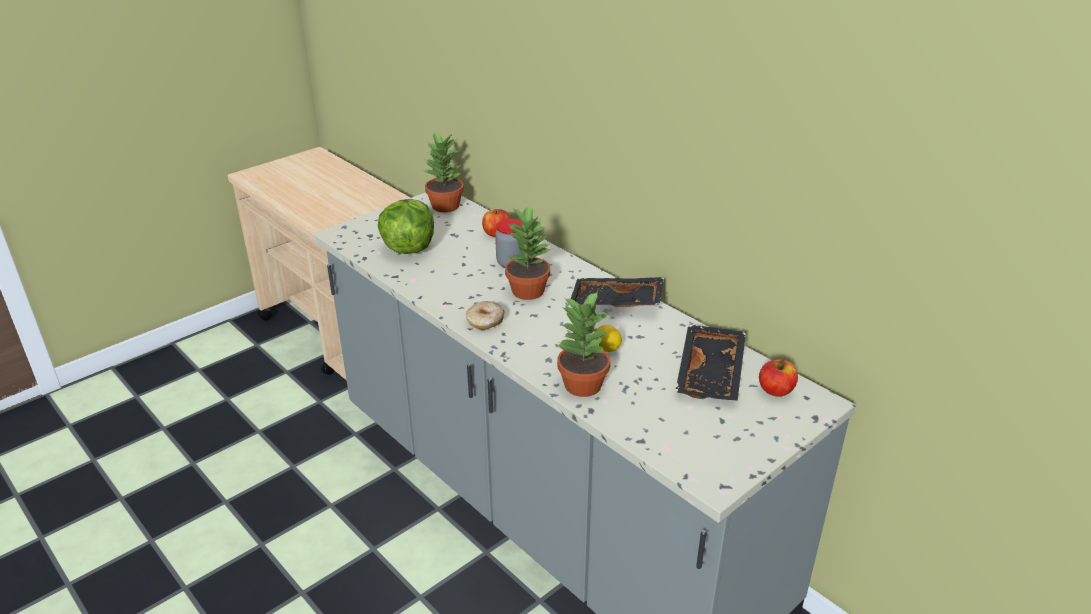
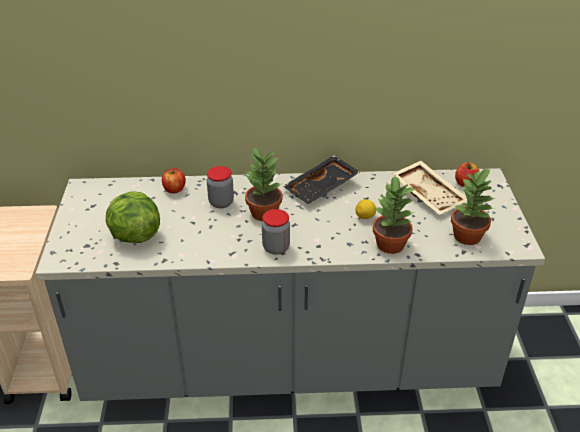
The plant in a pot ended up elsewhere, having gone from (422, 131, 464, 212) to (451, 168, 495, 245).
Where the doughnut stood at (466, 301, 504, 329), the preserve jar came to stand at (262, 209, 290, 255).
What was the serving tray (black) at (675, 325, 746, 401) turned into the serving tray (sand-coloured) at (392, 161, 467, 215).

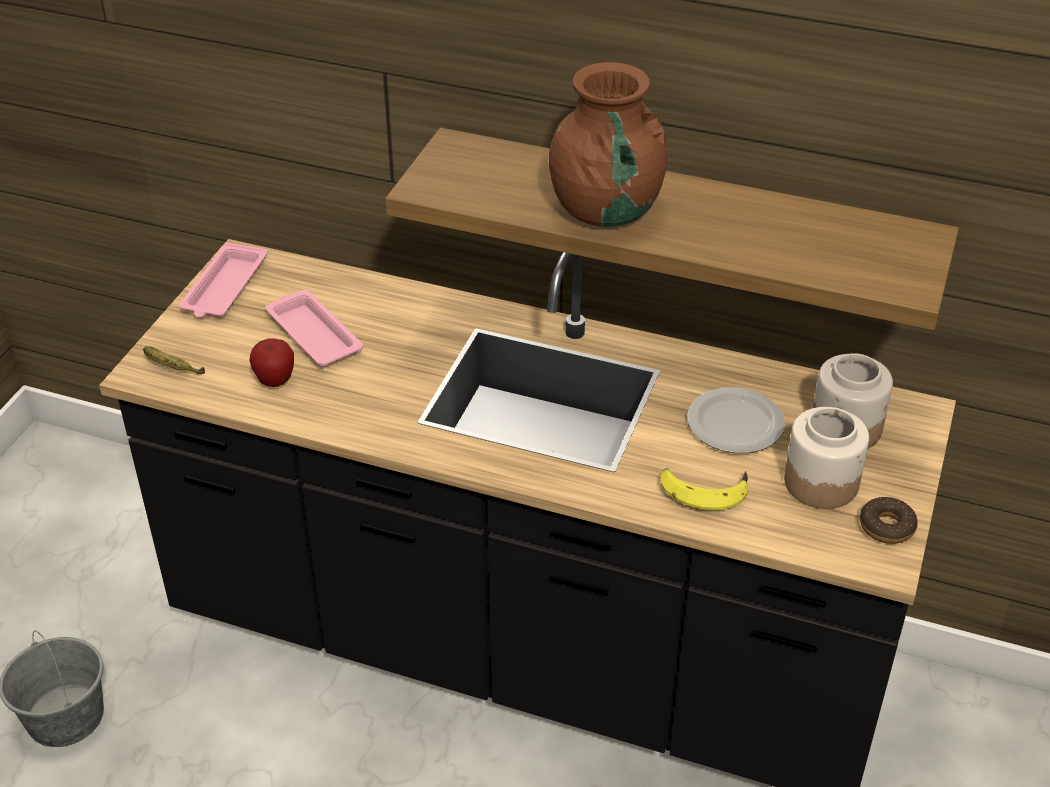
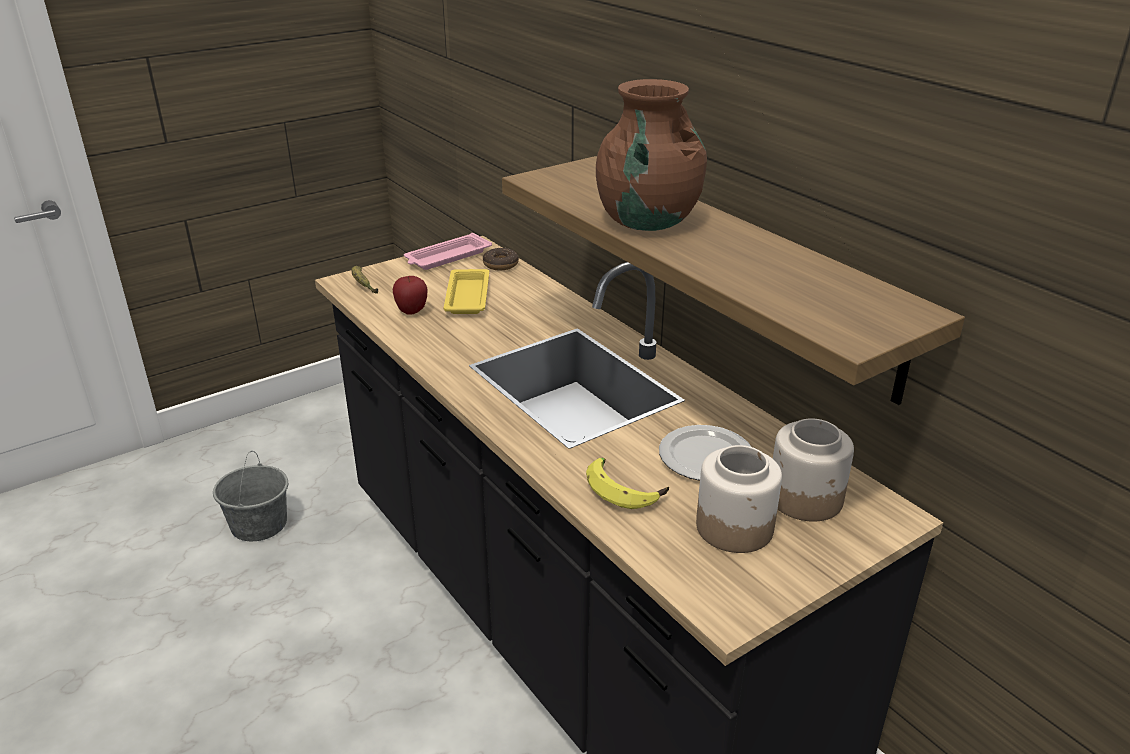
What was the serving tray (pink-coloured) at (265, 290, 364, 366) turned into the serving tray (yellow-coloured) at (443, 269, 489, 314).
The doughnut ended up elsewhere, having gone from (860, 497, 918, 544) to (483, 248, 519, 270).

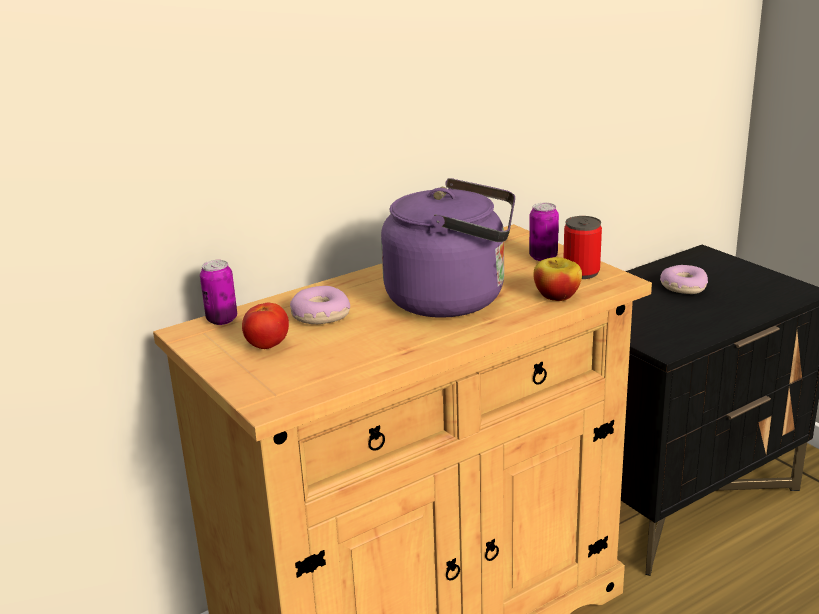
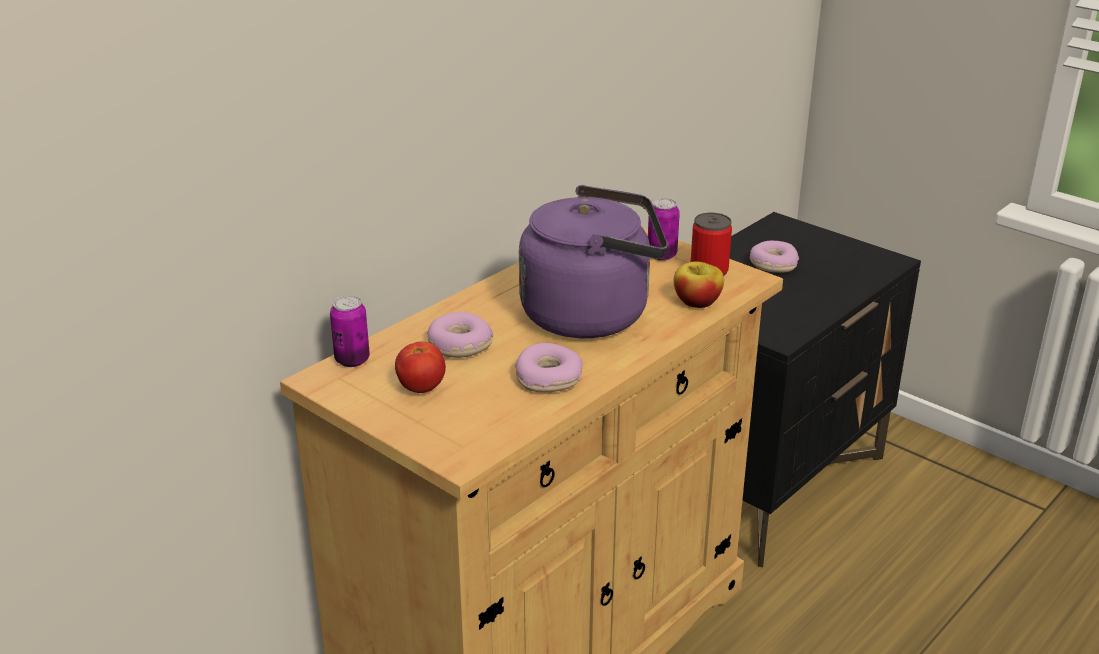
The second view gained the doughnut at (515, 343, 583, 392).

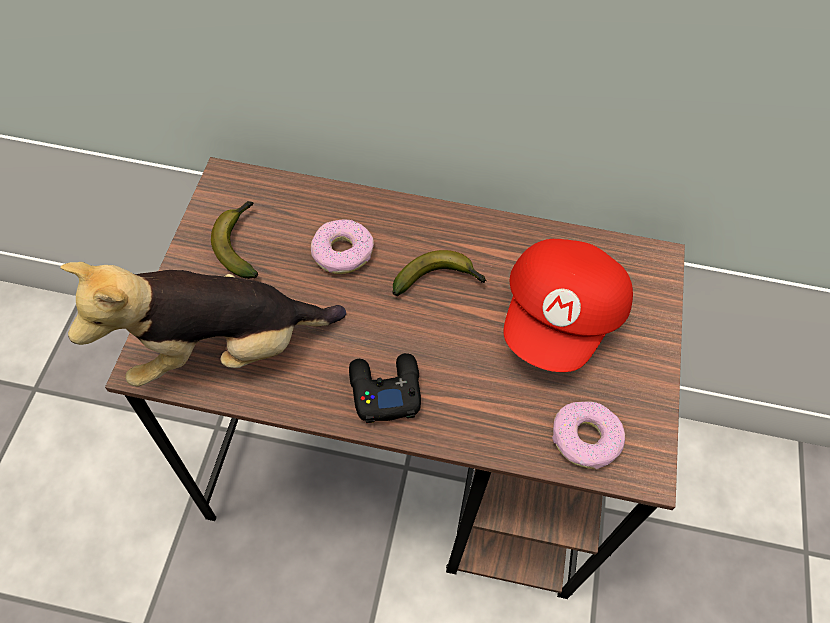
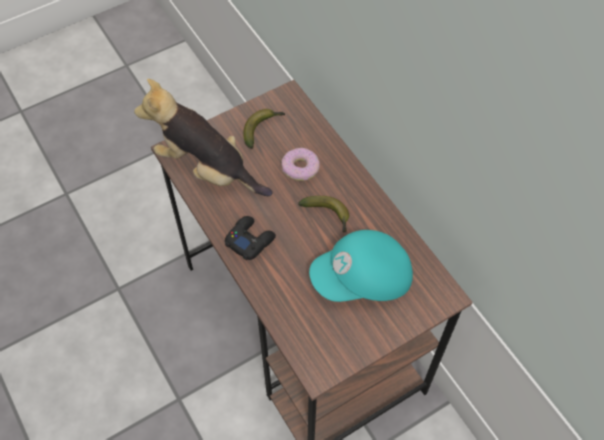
What was the peaked cap (reddish) at (504, 239, 633, 372) turned into the peaked cap (turquoise) at (309, 230, 413, 302).
The second view lost the doughnut at (552, 401, 625, 469).

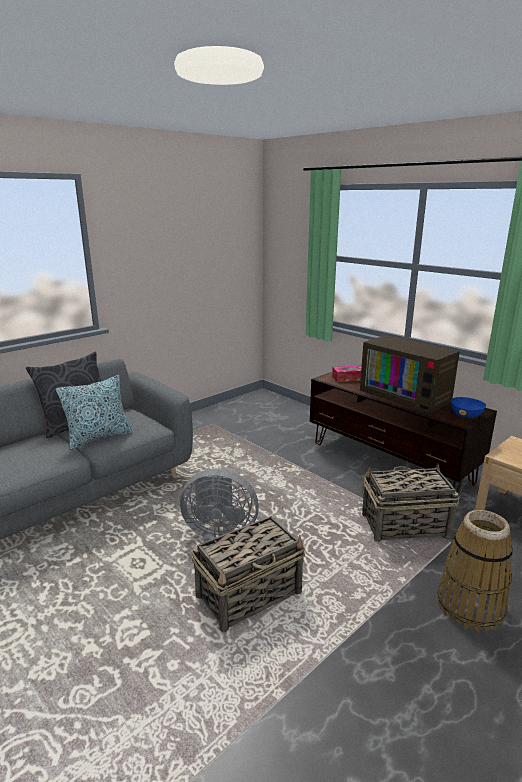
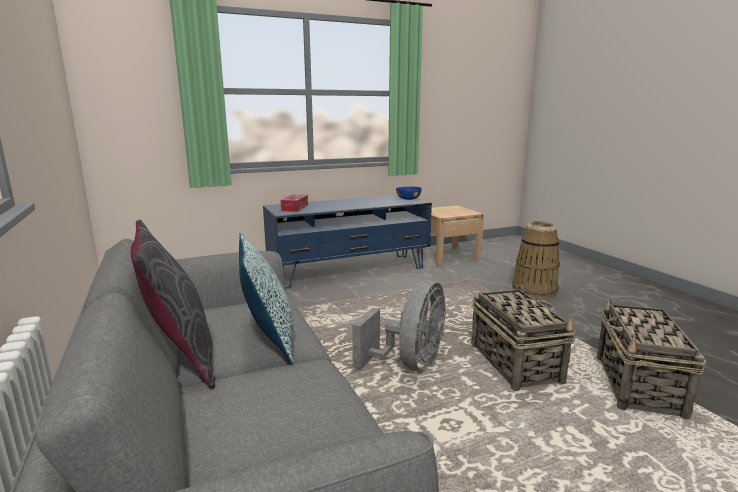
The second view lost the TV at (360, 335, 460, 414).
What was the tv stand (brown) at (310, 372, 497, 493) turned into the tv stand (blue-coloured) at (263, 195, 432, 289).
The basket ended up elsewhere, having gone from (362, 464, 460, 542) to (597, 298, 706, 419).

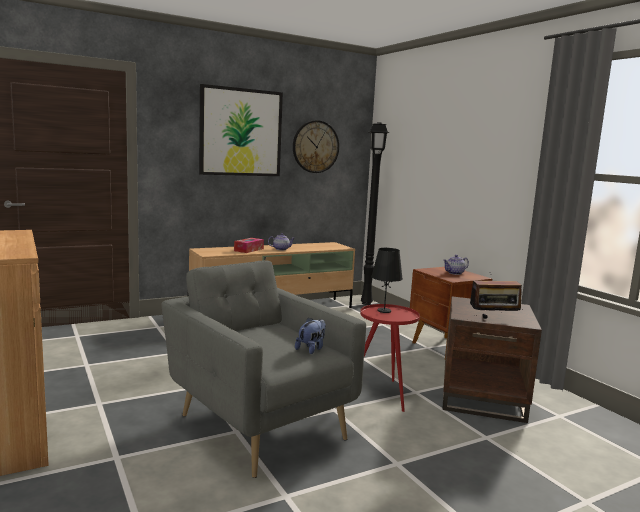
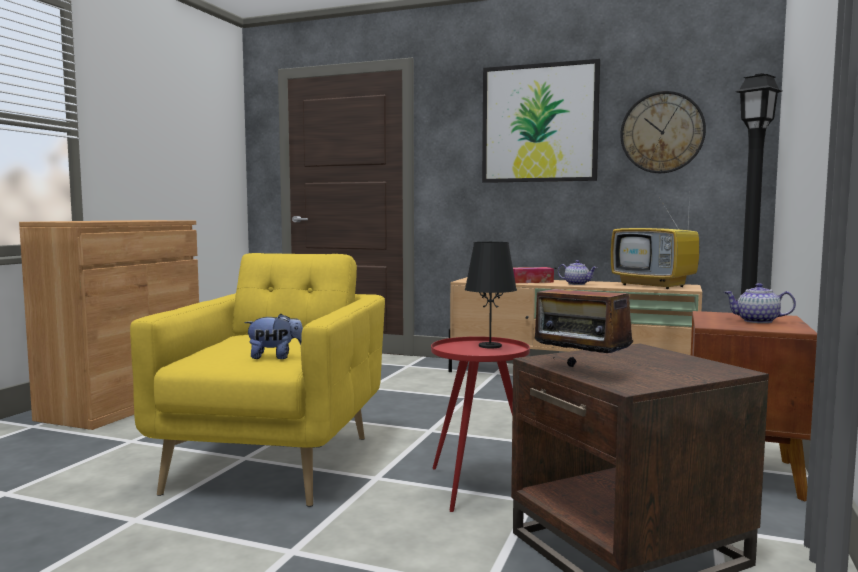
What was the lounge chair (greyish) at (161, 260, 366, 478) turned into the lounge chair (yellow-coloured) at (130, 253, 385, 507).
The second view gained the TV at (611, 194, 699, 289).

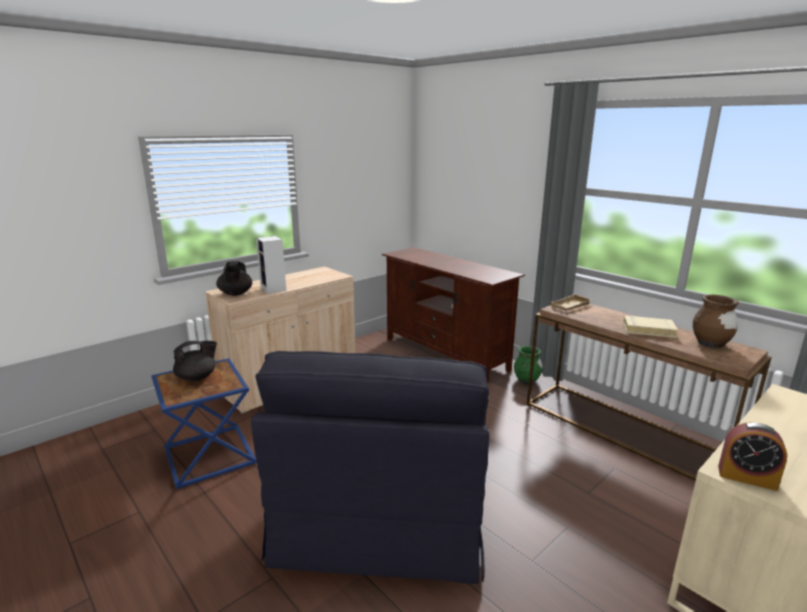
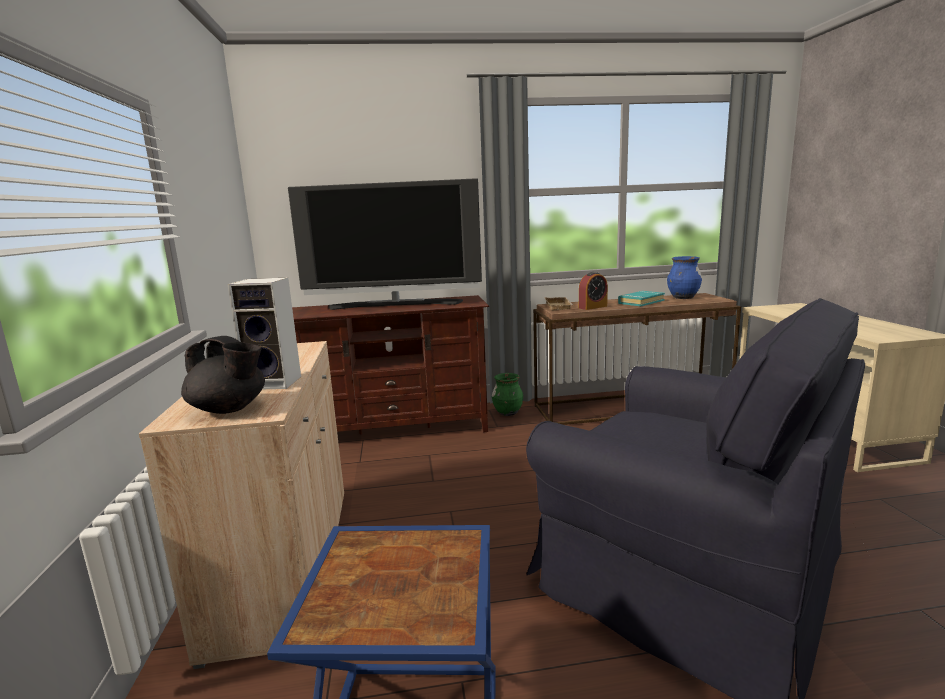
What was the flower vase (brown) at (693, 295, 739, 348) turned into the flower vase (blue-coloured) at (667, 256, 702, 299).
What was the volume (sand-coloured) at (623, 315, 678, 338) turned into the volume (turquoise) at (618, 291, 665, 306).
The second view lost the pot for tea (black) at (173, 341, 217, 382).
The alarm clock ended up elsewhere, having gone from (718, 422, 787, 491) to (579, 272, 608, 310).
The second view gained the TV at (288, 178, 482, 310).

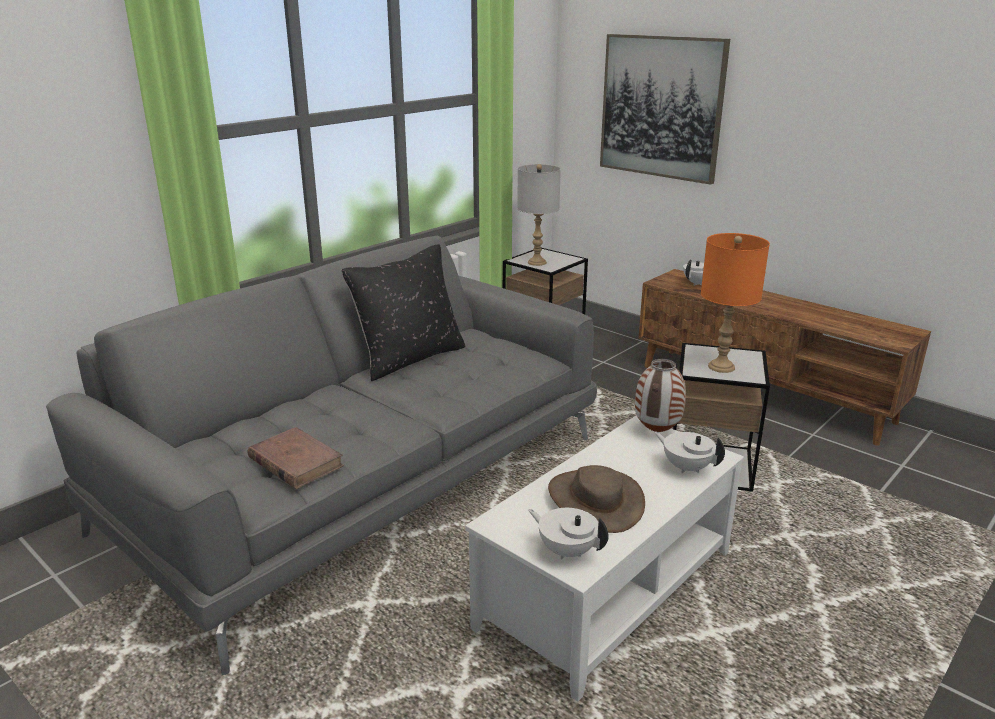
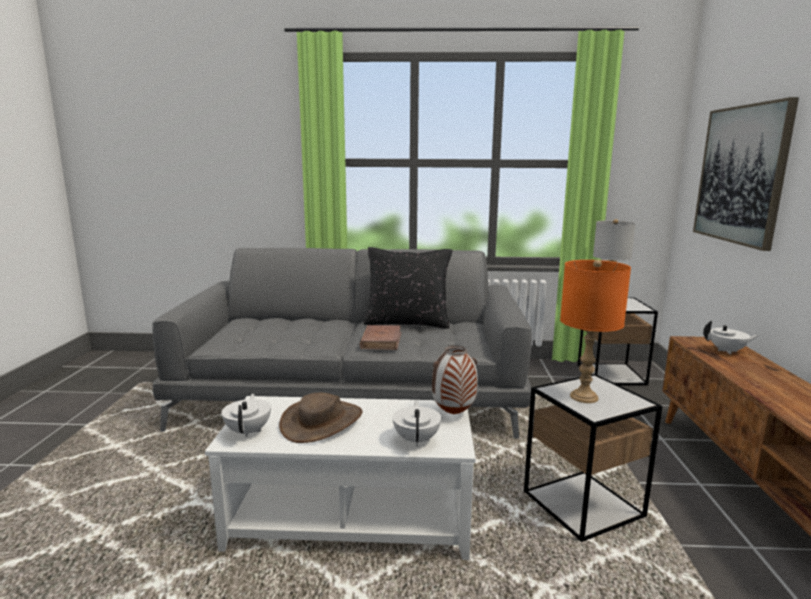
The volume (brown) ended up elsewhere, having gone from (248, 427, 344, 489) to (360, 325, 401, 350).

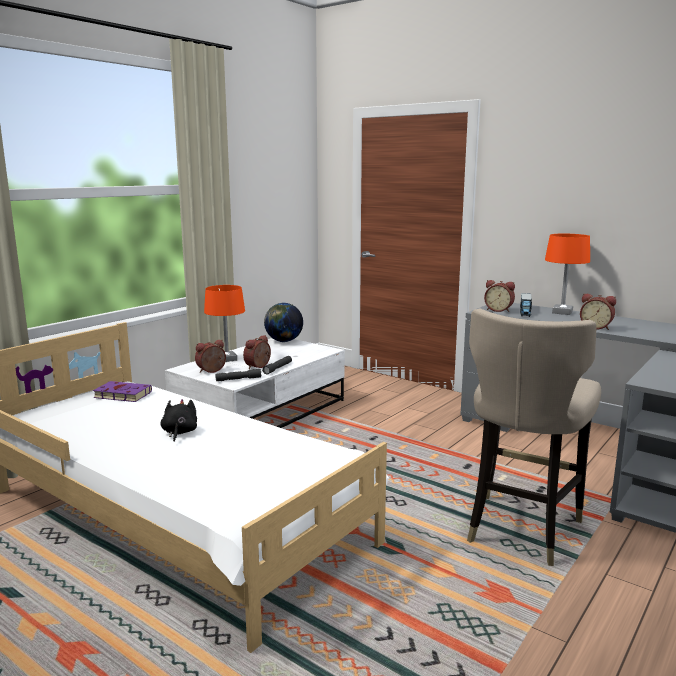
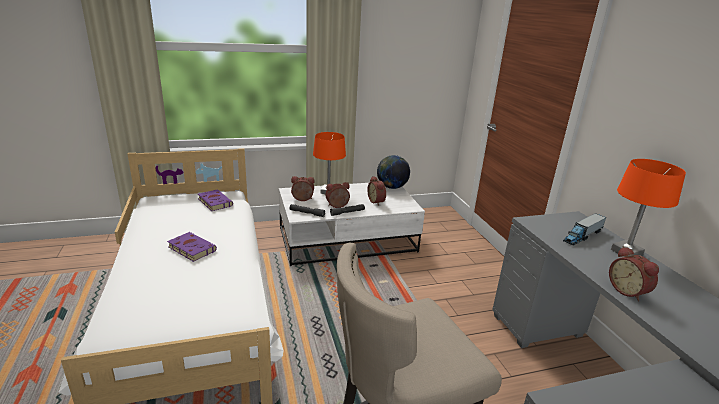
The alarm clock ended up elsewhere, having gone from (484, 280, 515, 312) to (367, 176, 386, 206).
Where the plush toy (black) stood at (160, 399, 197, 442), the volume (purple) came to stand at (167, 232, 217, 262).

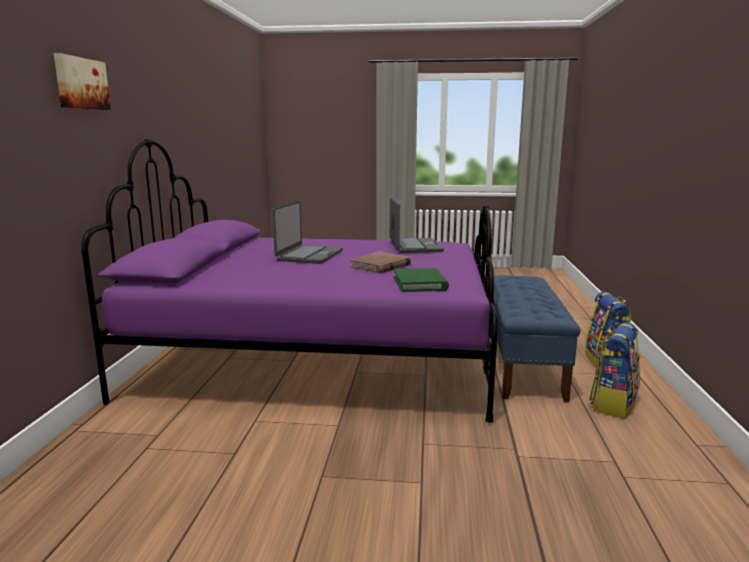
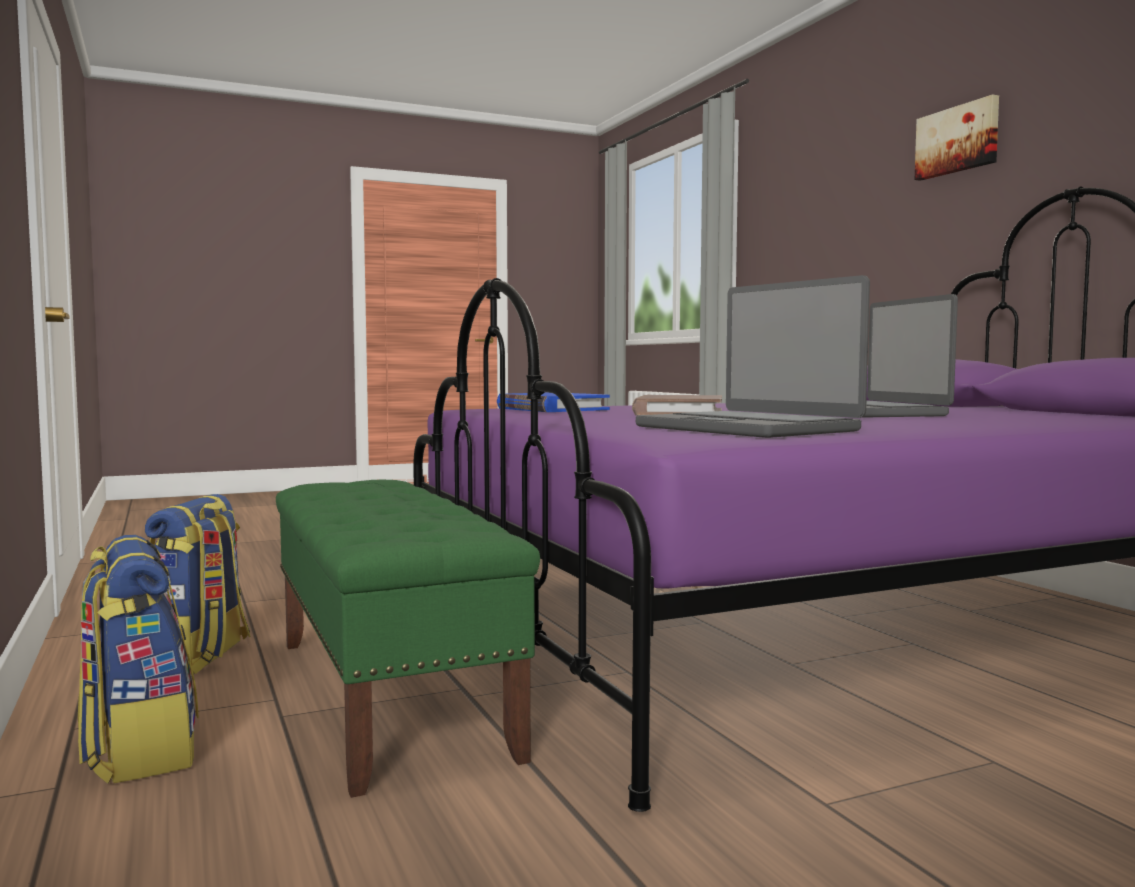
What was the volume (green) at (394, 268, 449, 292) turned into the volume (blue-coloured) at (497, 393, 610, 412).
What was the long seat (blue-coloured) at (488, 275, 581, 403) turned into the long seat (green) at (276, 480, 540, 798).

